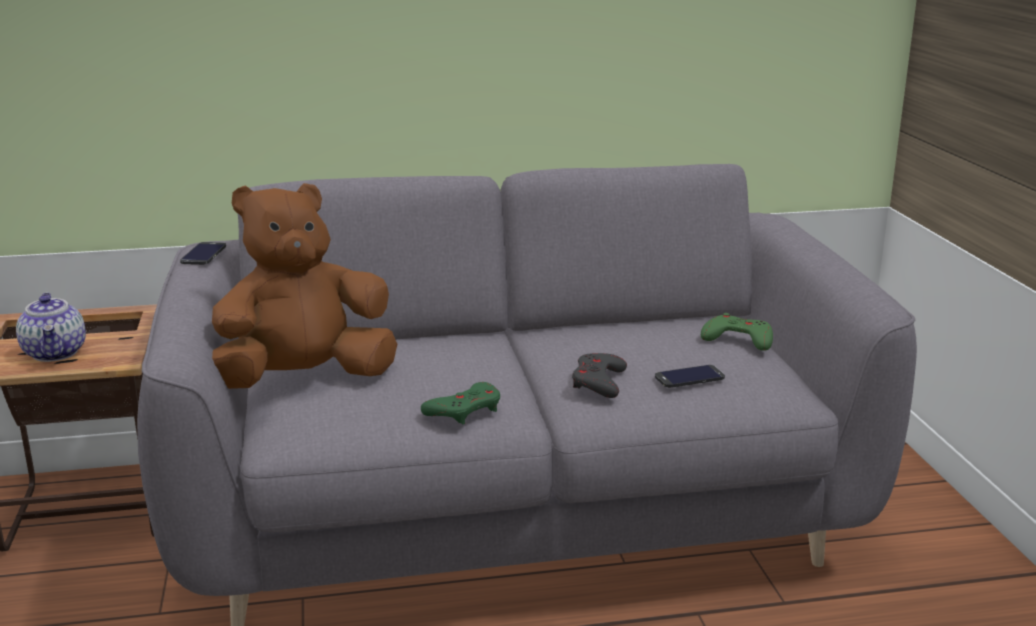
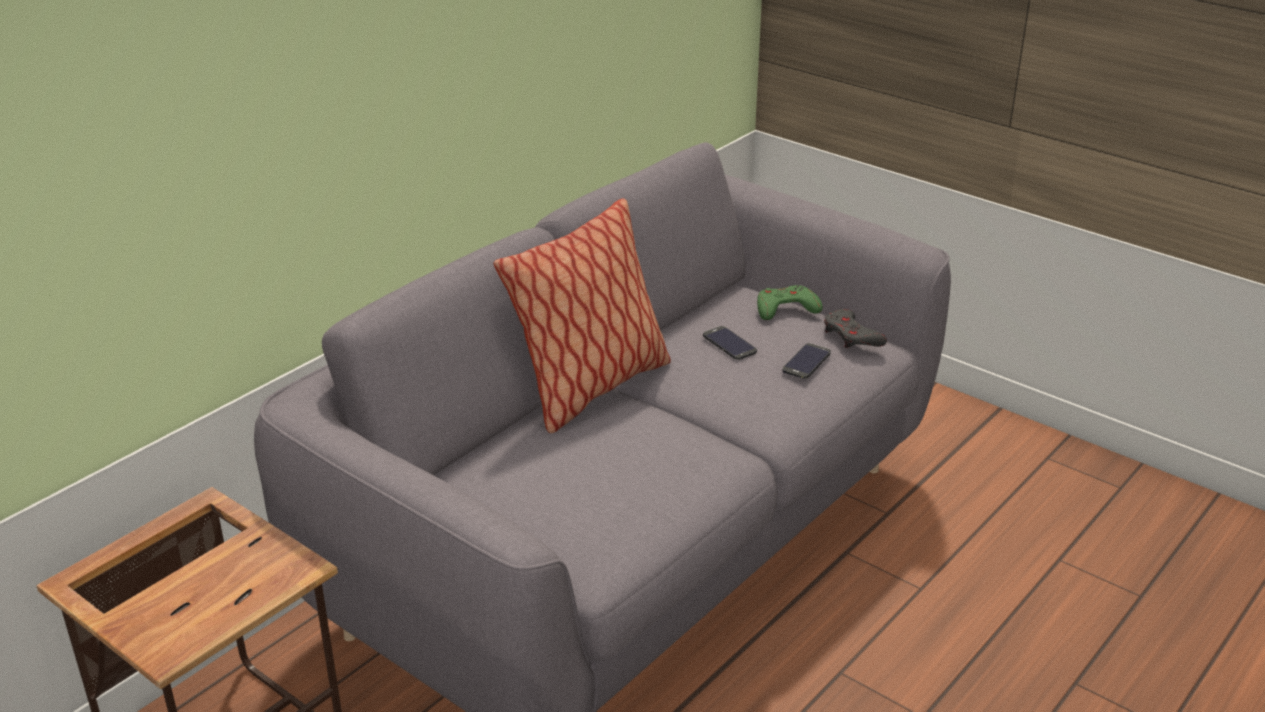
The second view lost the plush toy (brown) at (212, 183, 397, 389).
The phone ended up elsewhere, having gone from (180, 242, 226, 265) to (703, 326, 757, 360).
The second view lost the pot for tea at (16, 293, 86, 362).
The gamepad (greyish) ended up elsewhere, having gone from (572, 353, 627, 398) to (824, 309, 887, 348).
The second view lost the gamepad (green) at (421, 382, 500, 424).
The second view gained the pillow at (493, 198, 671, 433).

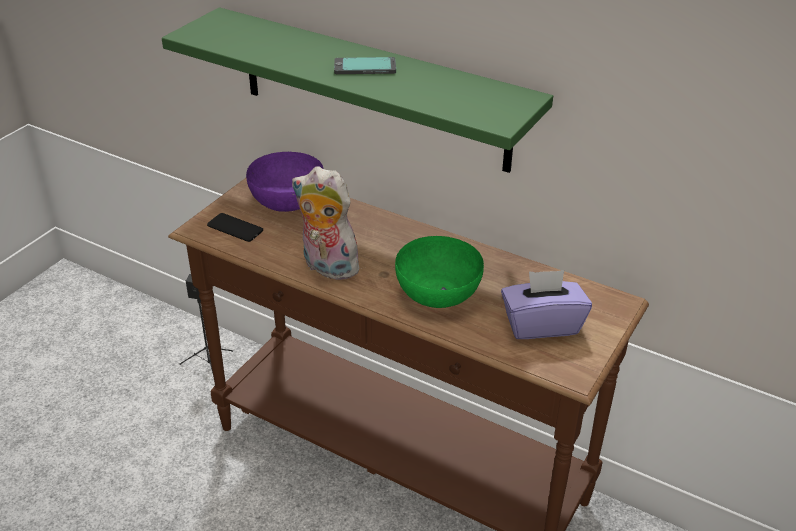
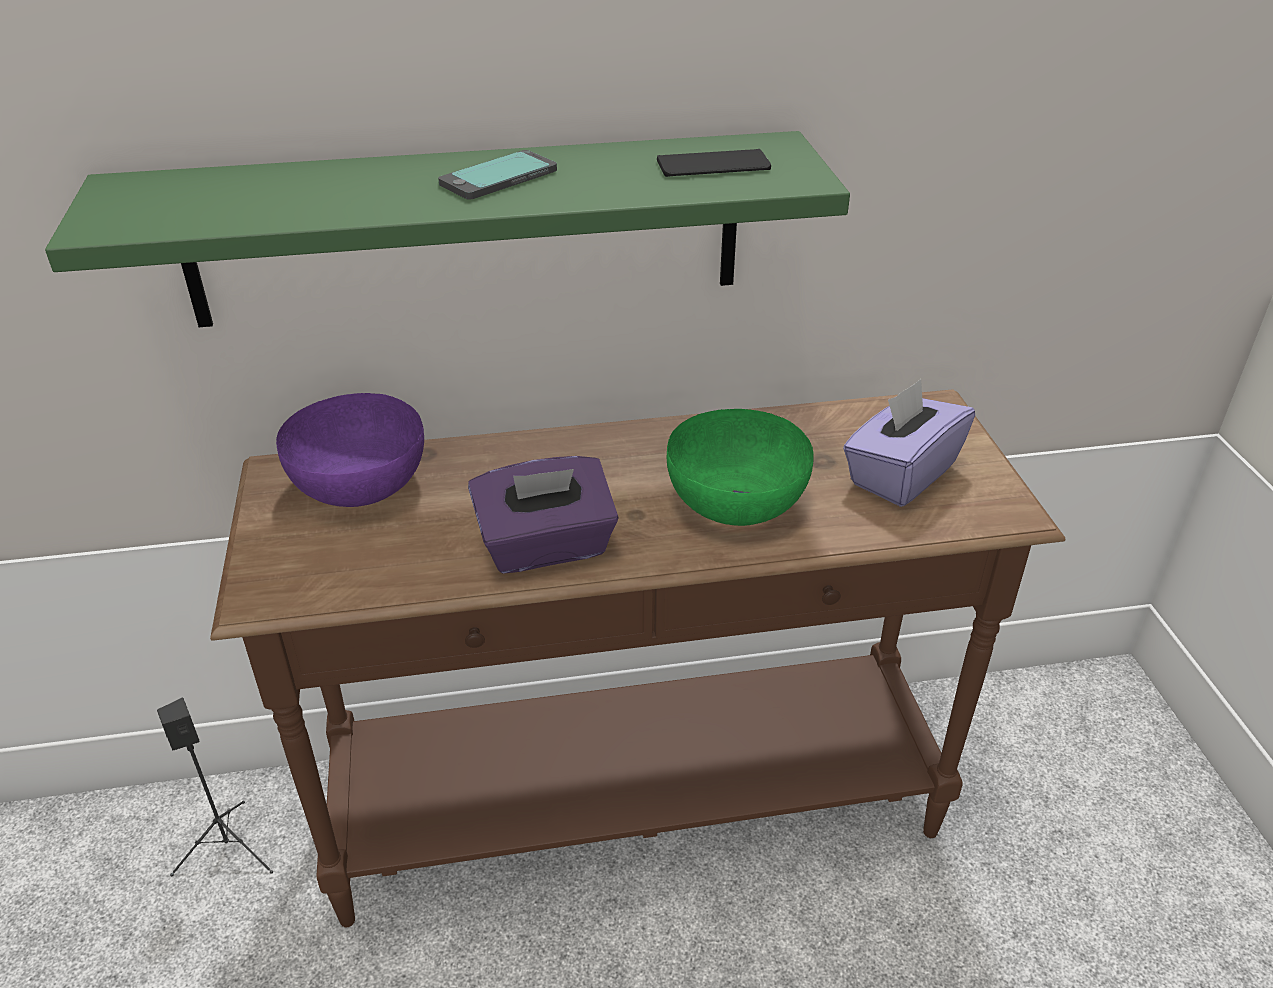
Where the plush toy stood at (292, 166, 366, 280), the tissue holder (purple) came to stand at (468, 456, 619, 574).
The phone ended up elsewhere, having gone from (207, 213, 263, 242) to (657, 149, 771, 177).

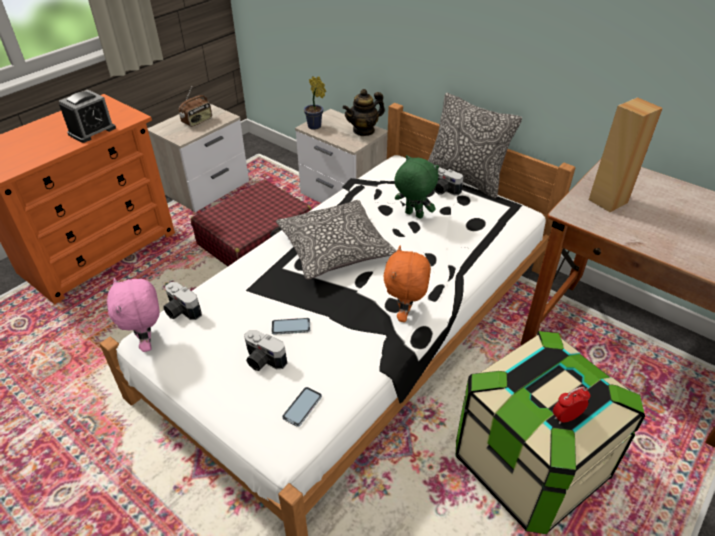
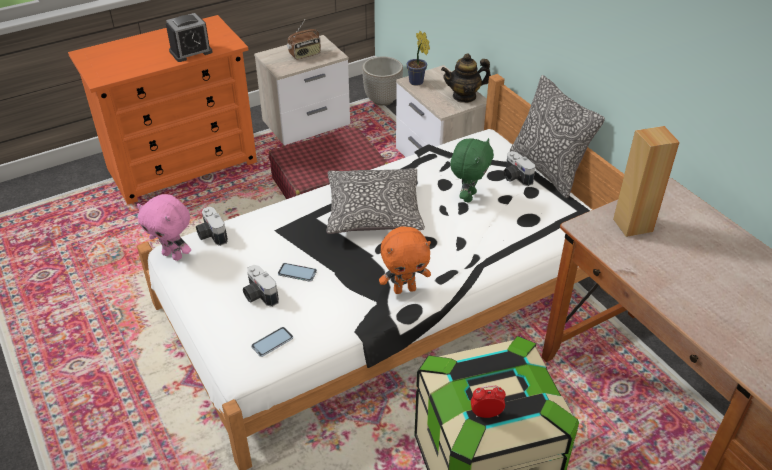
The plush toy (green) at (394, 155, 439, 219) ended up facing another way, 60 degrees clockwise from before.
The plush toy (orange-coloured) at (383, 246, 431, 322) ended up facing another way, 135 degrees counterclockwise from before.
The plush toy (pink-coloured) at (107, 278, 160, 352) ended up facing another way, 60 degrees counterclockwise from before.
The second view gained the flower pot at (362, 57, 403, 106).

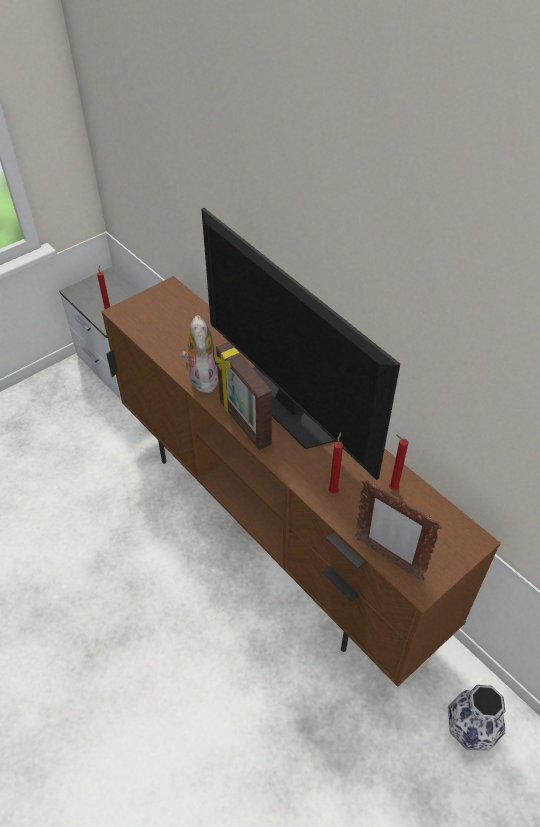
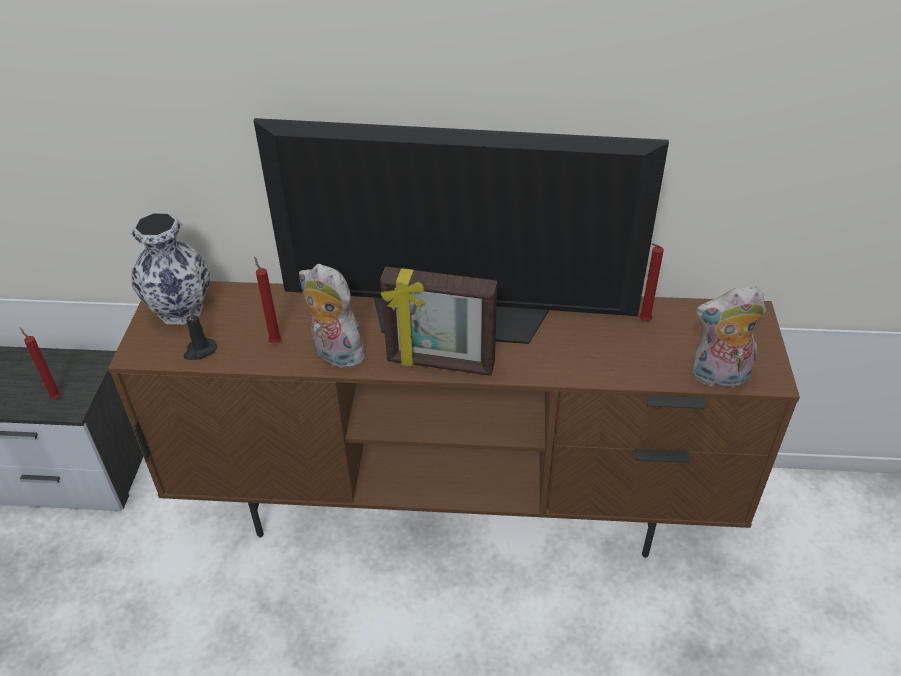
The wax light (reddish) ended up elsewhere, having gone from (329, 432, 343, 494) to (254, 257, 281, 344).
Where the photo frame stood at (355, 480, 442, 580), the plush toy came to stand at (692, 286, 766, 387).
The flower vase ended up elsewhere, having gone from (448, 685, 506, 751) to (131, 212, 210, 325).
The second view gained the wax light (black) at (184, 309, 217, 360).

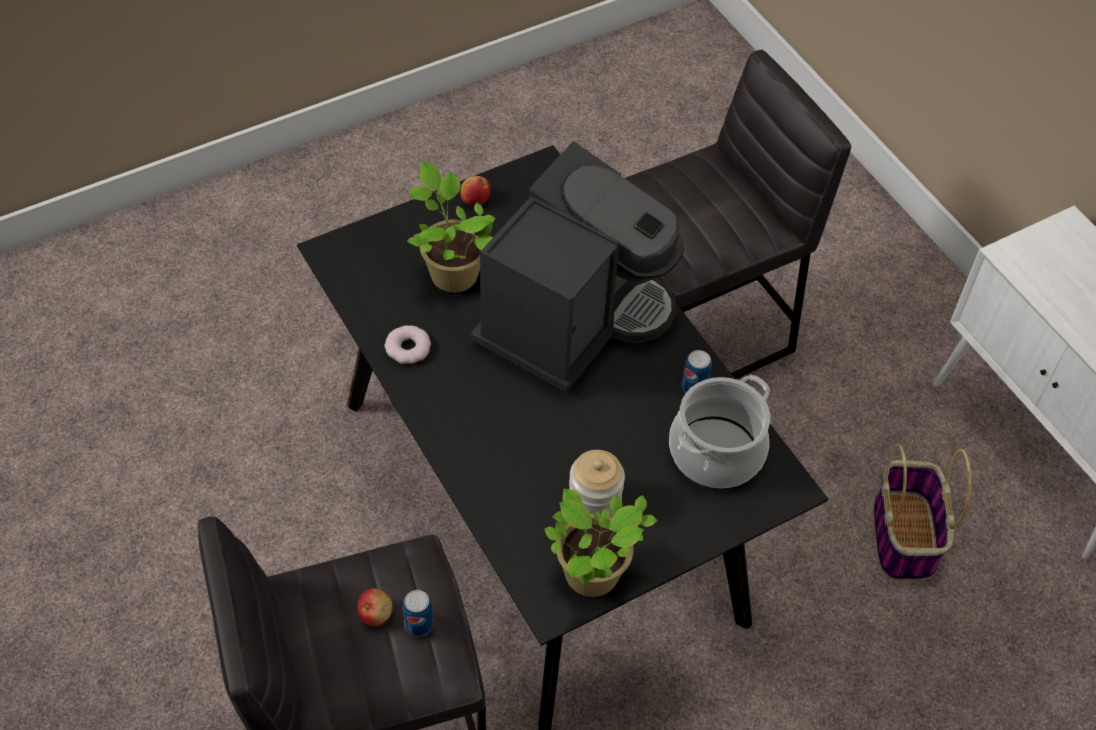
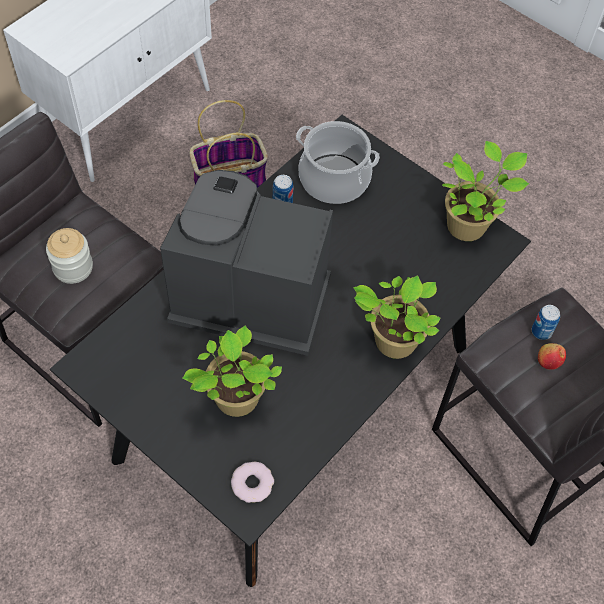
The second view lost the apple fruit at (460, 176, 490, 206).
The doughnut ended up elsewhere, having gone from (384, 325, 431, 364) to (231, 462, 274, 503).
The preserve jar ended up elsewhere, having gone from (569, 450, 625, 518) to (46, 228, 93, 284).
The second view gained the plant in a pot at (353, 275, 440, 359).

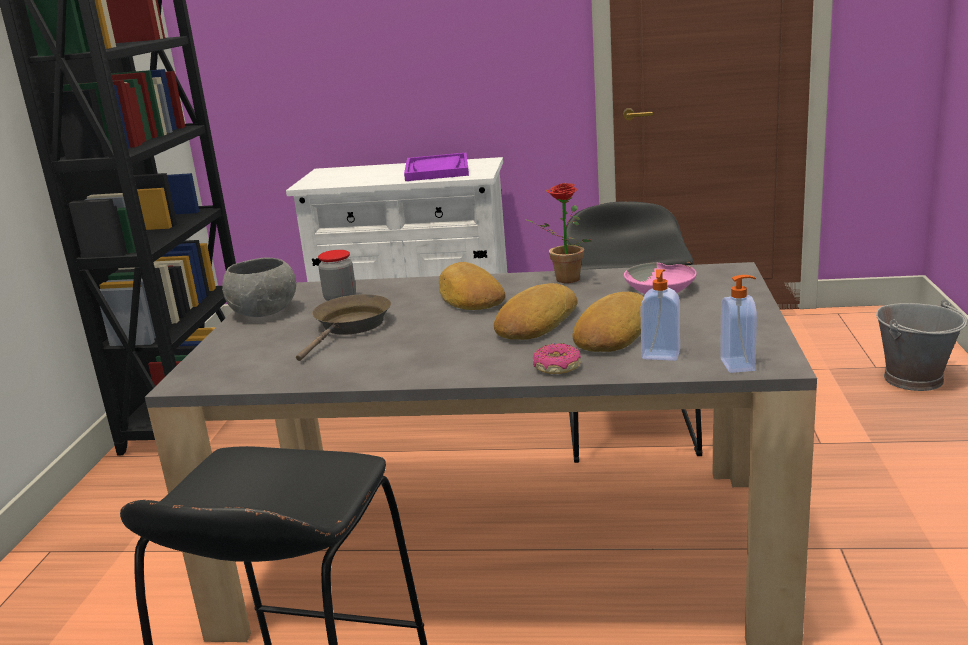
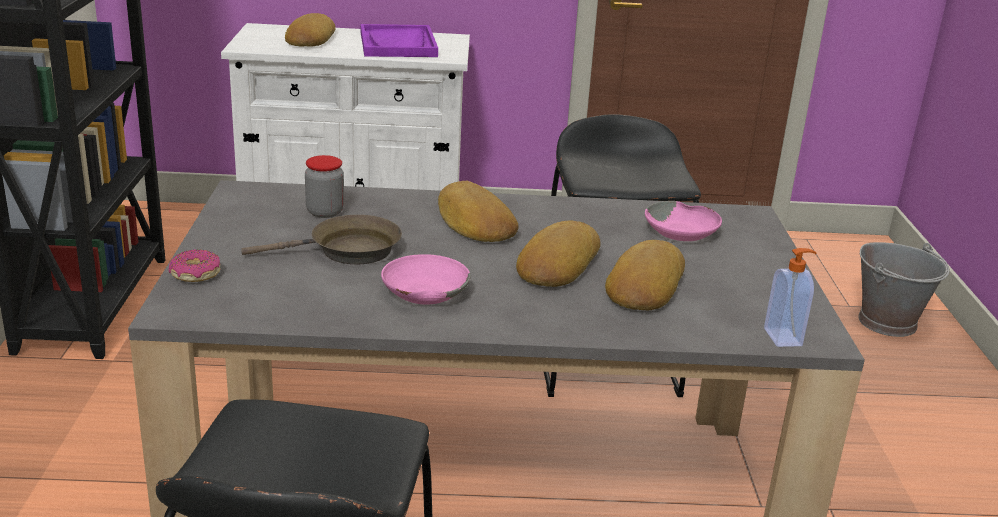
The second view lost the plant in a pot at (524, 183, 591, 283).
The second view lost the serving bowl (greyish) at (222, 257, 296, 317).
The second view lost the soap dispenser at (640, 269, 680, 361).
The pan (brown) at (296, 294, 391, 361) ended up facing another way, 60 degrees clockwise from before.
The doughnut ended up elsewhere, having gone from (533, 343, 581, 374) to (169, 249, 221, 282).
The second view gained the bread at (285, 13, 336, 47).
The second view gained the serving bowl (pink-coloured) at (381, 254, 471, 305).

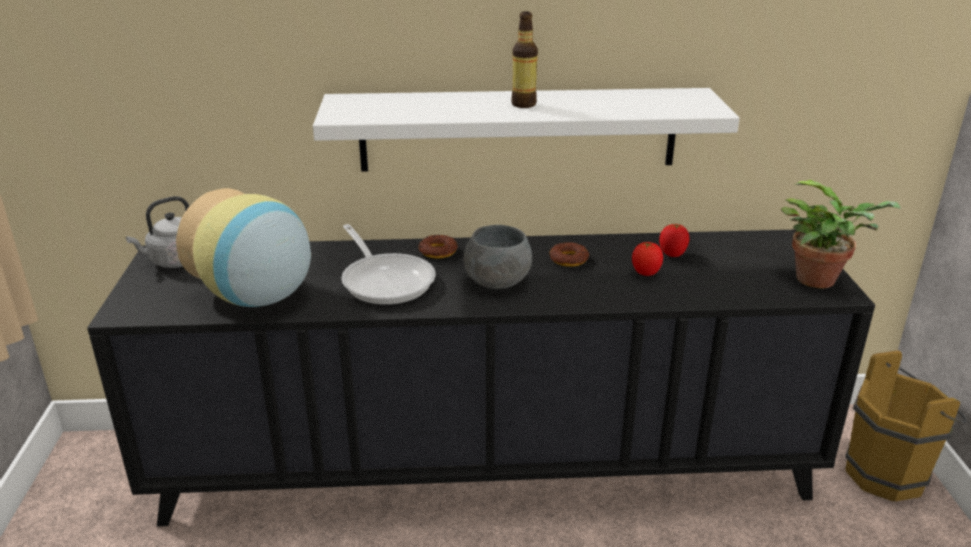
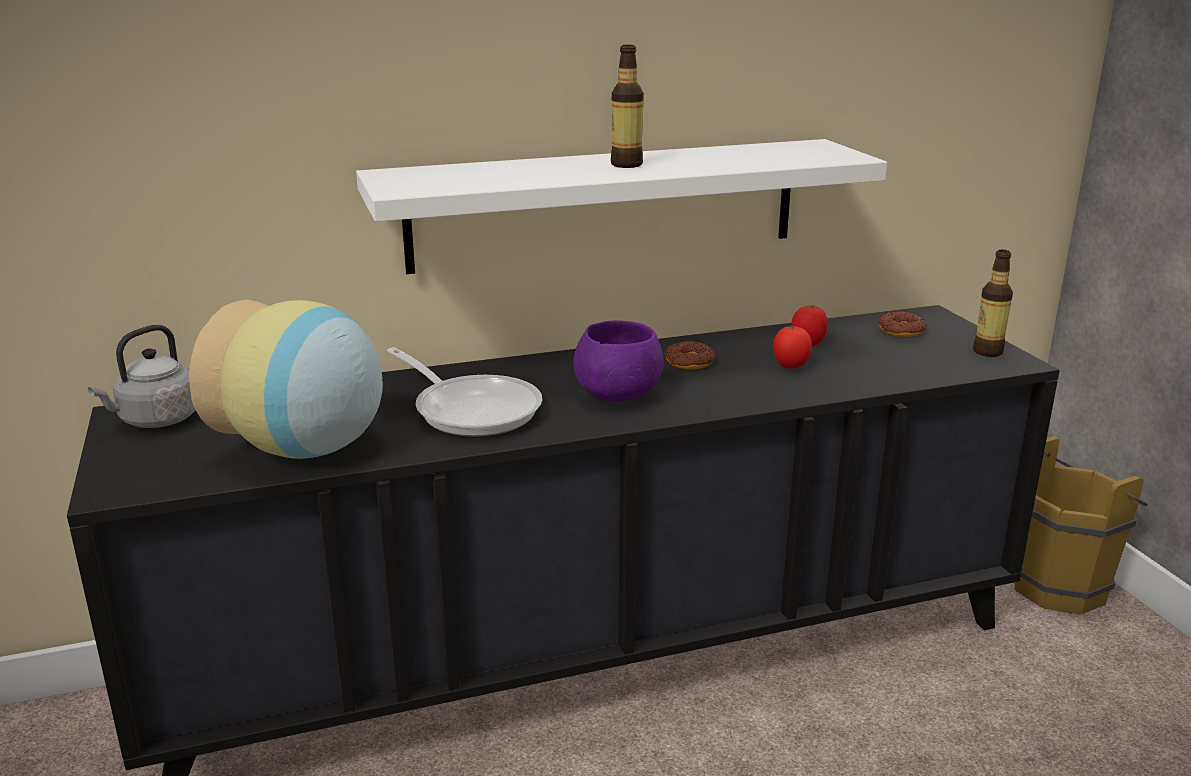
Where the plant in a pot stood at (781, 180, 901, 288), the beverage bottle came to stand at (973, 250, 1013, 357).
What was the serving bowl (greyish) at (463, 225, 532, 289) turned into the serving bowl (purple) at (574, 320, 664, 402).
The doughnut ended up elsewhere, having gone from (418, 235, 458, 259) to (878, 311, 927, 337).

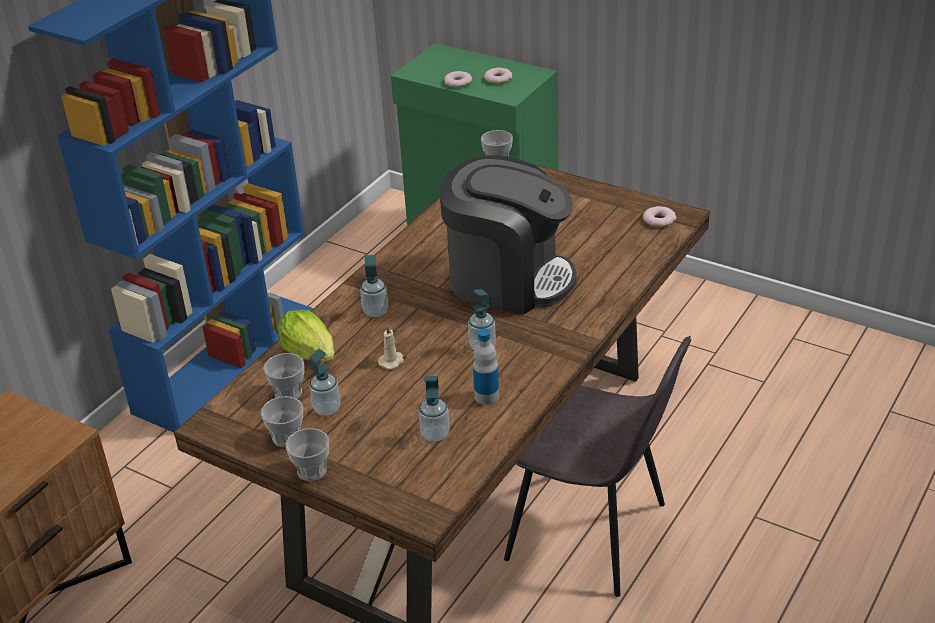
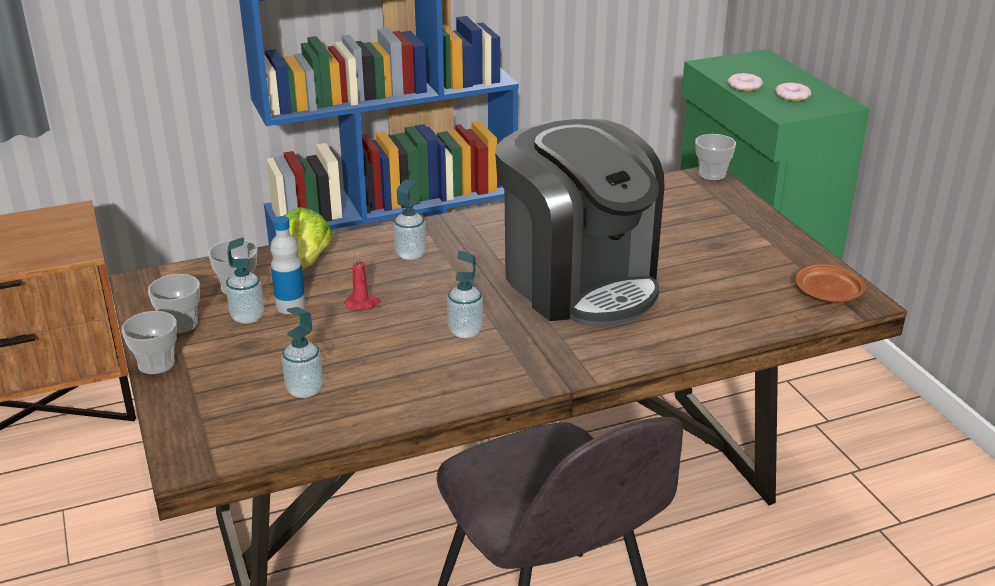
Where the doughnut stood at (643, 206, 676, 227), the flat dish (brown) came to stand at (796, 264, 866, 303).
What was the wax light (sand-coloured) at (378, 325, 404, 369) turned into the wax light (reddish) at (345, 254, 381, 311).
The beverage bottle ended up elsewhere, having gone from (473, 328, 499, 405) to (270, 216, 306, 314).

